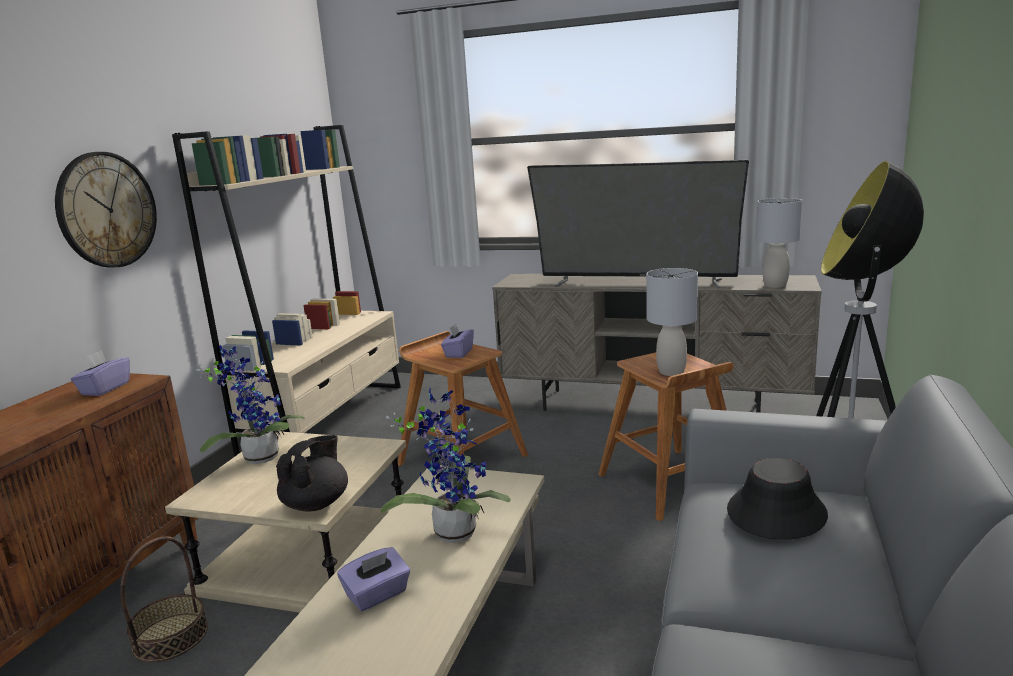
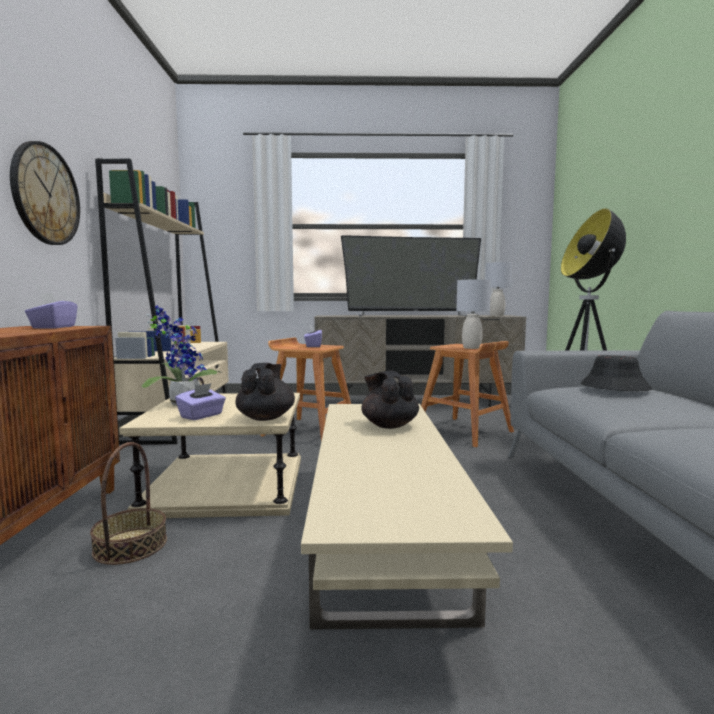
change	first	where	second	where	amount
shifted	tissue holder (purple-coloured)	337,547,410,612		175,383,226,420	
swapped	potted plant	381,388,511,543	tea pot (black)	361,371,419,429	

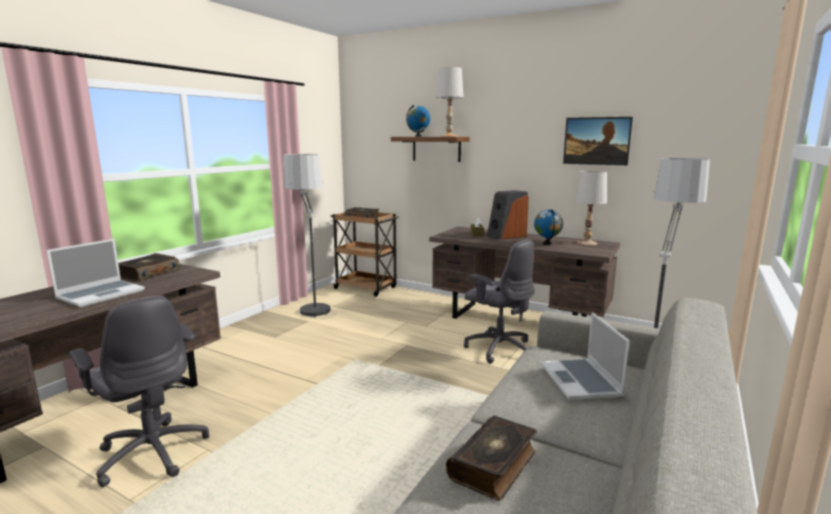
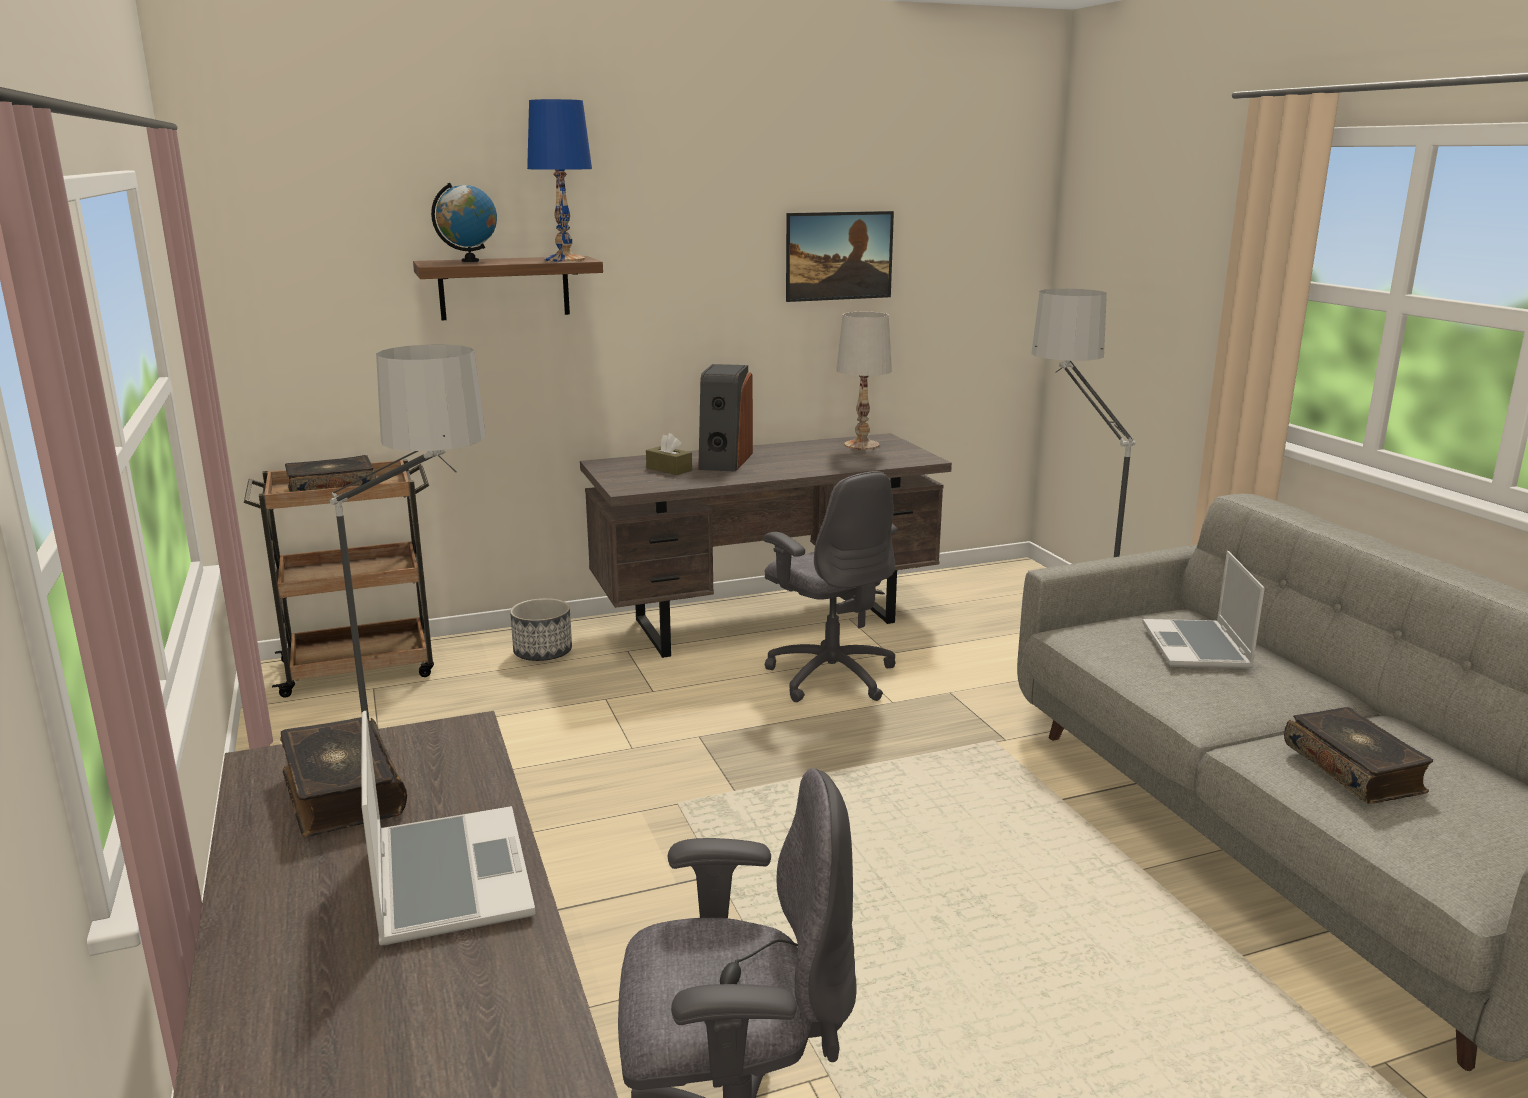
change	first	where	second	where	amount
repainted	table lamp (white-coloured)	436,67,464,137	table lamp (blue)	527,99,592,262	
rotated	computer chair (gray)	464,239,535,364		764,471,897,702	60 degrees clockwise
gone	world globe	534,210,563,245			
rotated	notebook computer	540,313,630,400		1142,551,1265,669	60 degrees clockwise
new			planter	510,598,572,661	

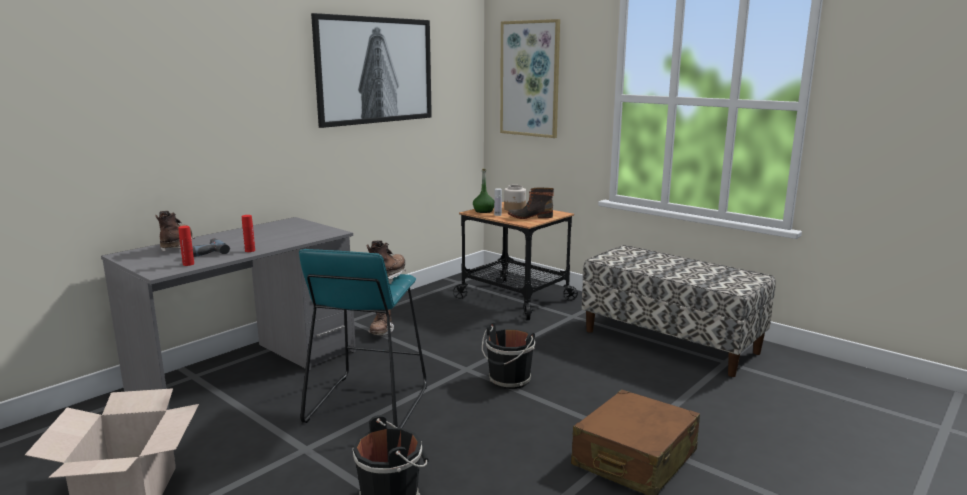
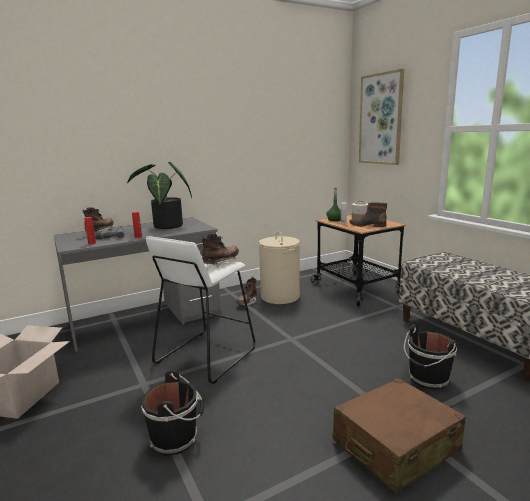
change	first	where	second	where	amount
repainted	sitting stool (blue-green)	299,249,427,428	sitting stool (white-coloured)	146,236,255,384	
gone	picture	311,13,432,128			
shifted	bucket (black)	482,322,535,389		404,324,458,389	
new			potted plant	127,162,192,229	
new			washing basket (sand-coloured)	259,232,300,304	

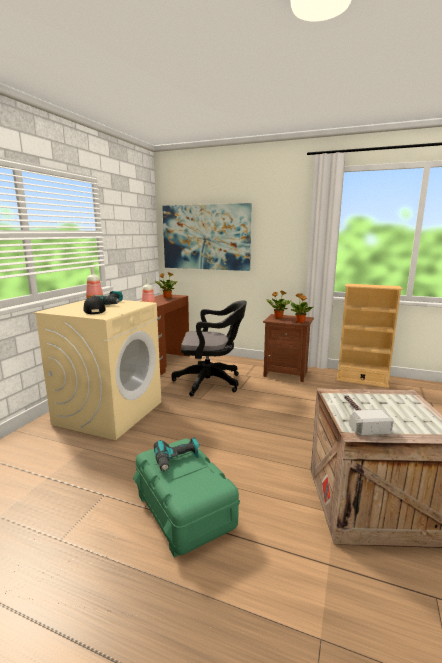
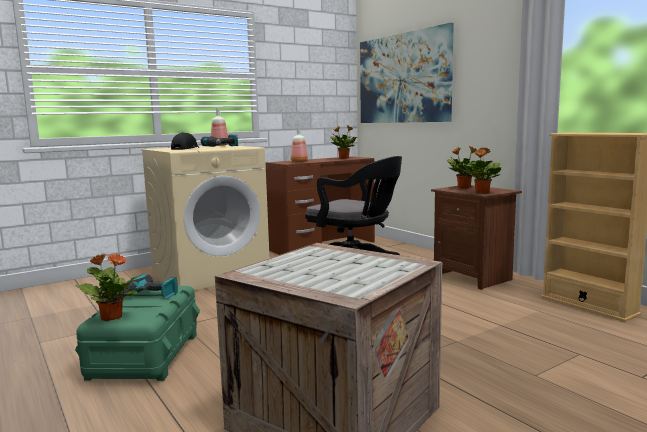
change	first	where	second	where	amount
gone	hammer	344,394,394,436			
new			potted plant	75,253,138,321	

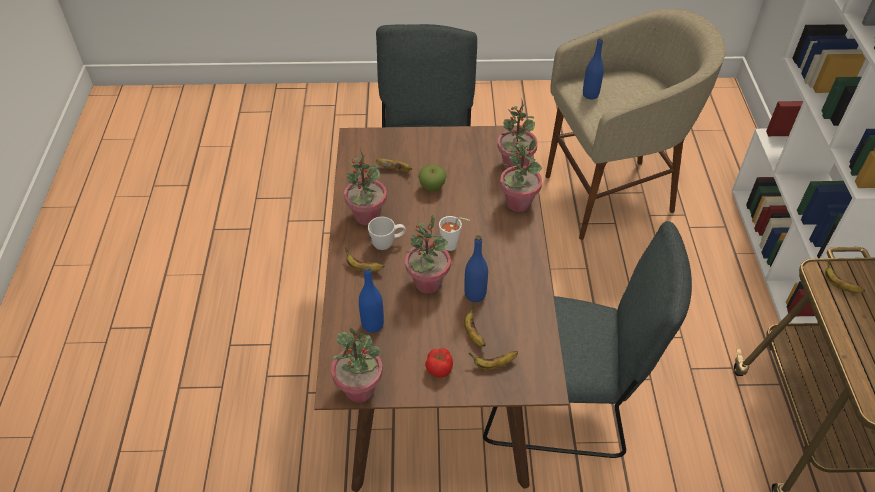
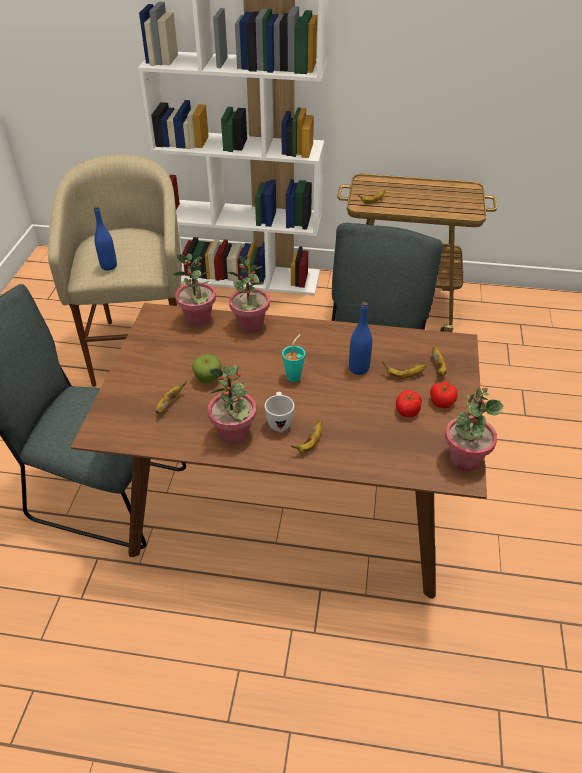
change	first	where	second	where	amount
gone	drink bottle (blue)	359,266,384,333			
gone	potted plant	405,215,451,293			
repainted	drinking cup (white-coloured)	439,216,470,251	drinking cup (blue-green)	282,334,305,382	
new			whole tomato	396,390,422,417	

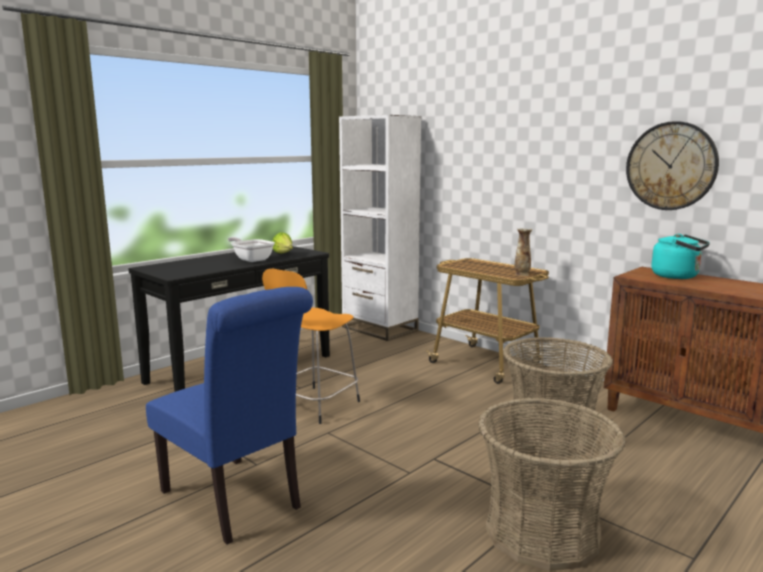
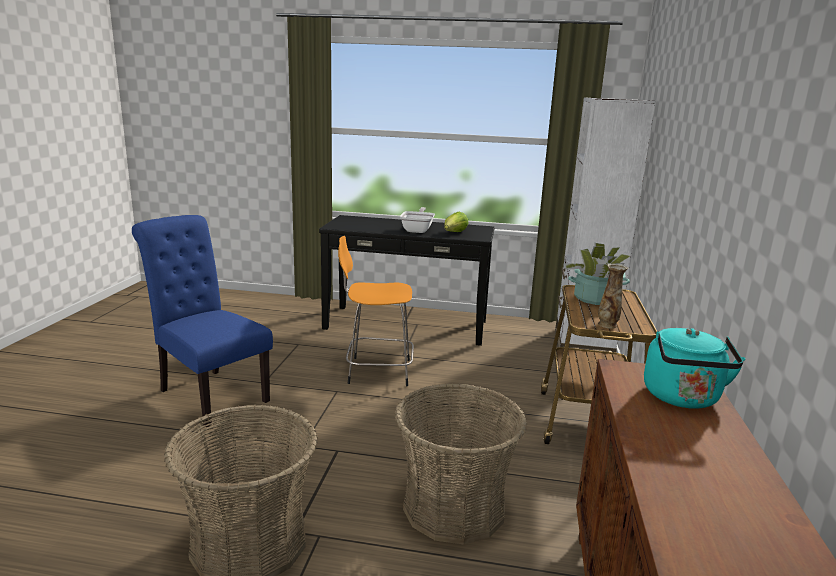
change	first	where	second	where	amount
rotated	plain chair (blue)	146,287,313,544		132,215,273,427	120 degrees clockwise
gone	wall clock	626,121,719,210			
new			potted plant	565,243,630,305	

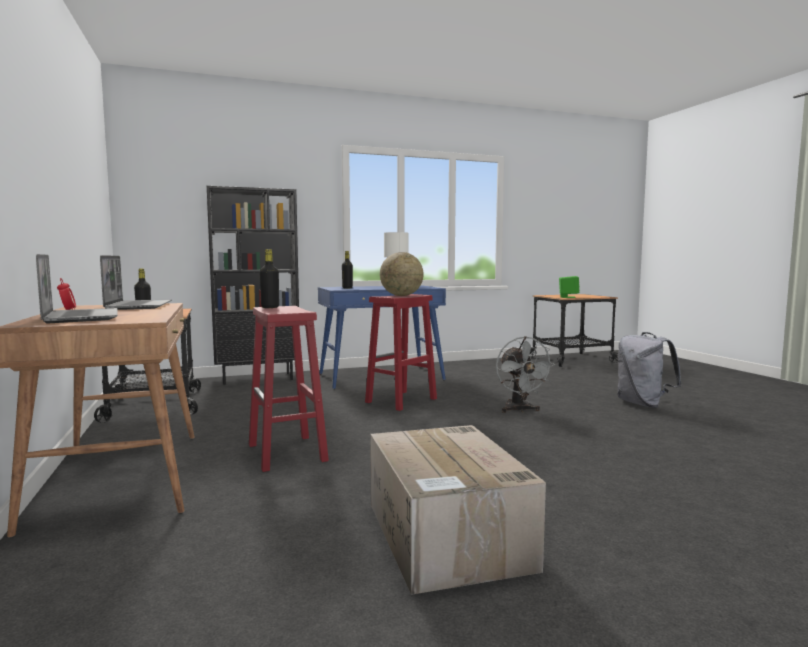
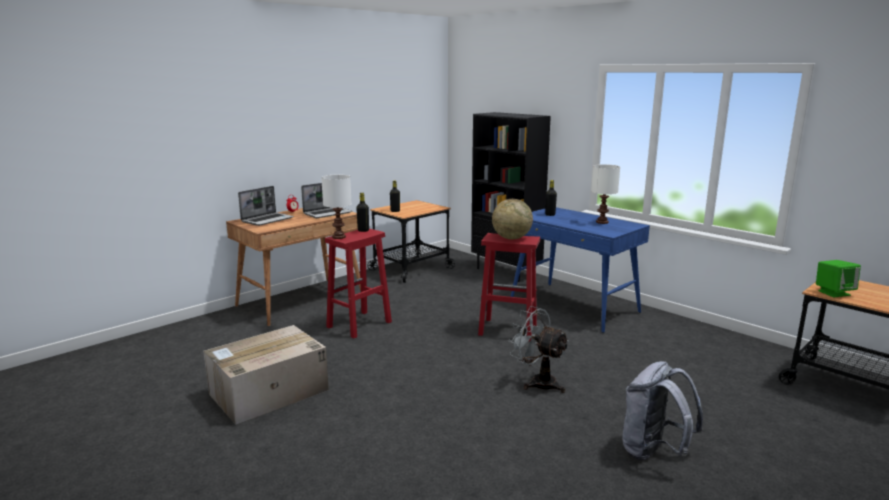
change	first	where	second	where	amount
rotated	electric fan (gray)	496,336,555,413		508,306,570,393	75 degrees clockwise
new			table lamp (white-coloured)	321,175,352,239	

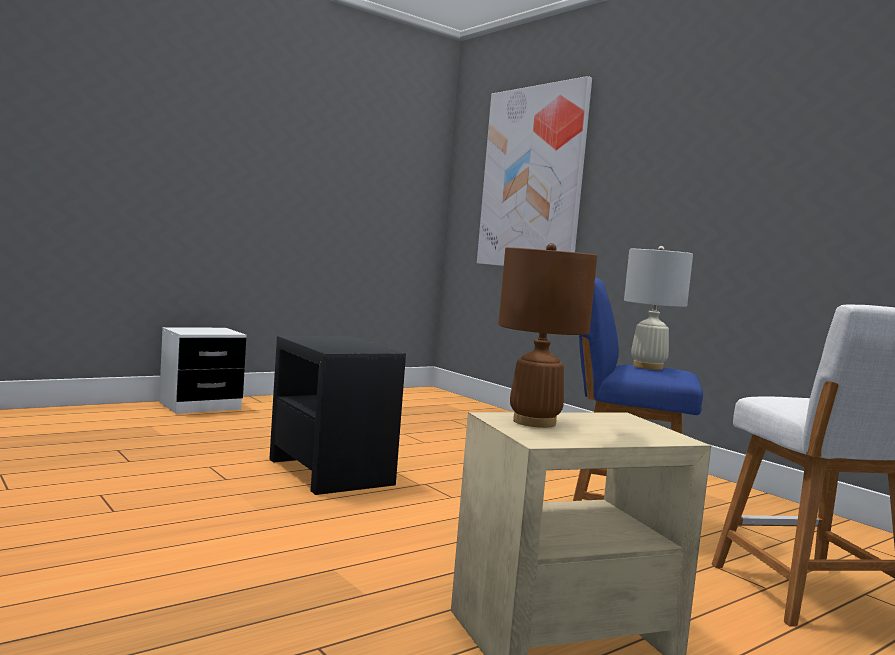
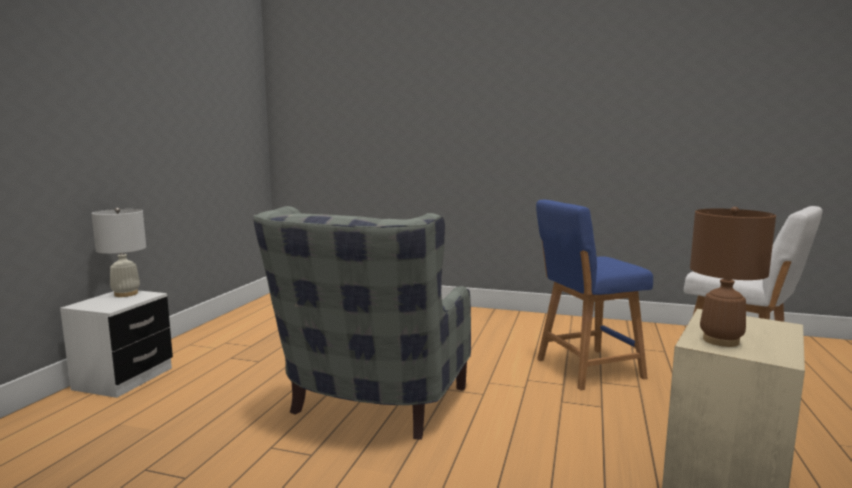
change	first	where	second	where	amount
swapped	side table (black)	269,336,406,495	armchair (gray)	253,206,471,440	
gone	picture	477,76,592,266			
shifted	table lamp (white-coloured)	624,246,693,370		91,208,146,297	

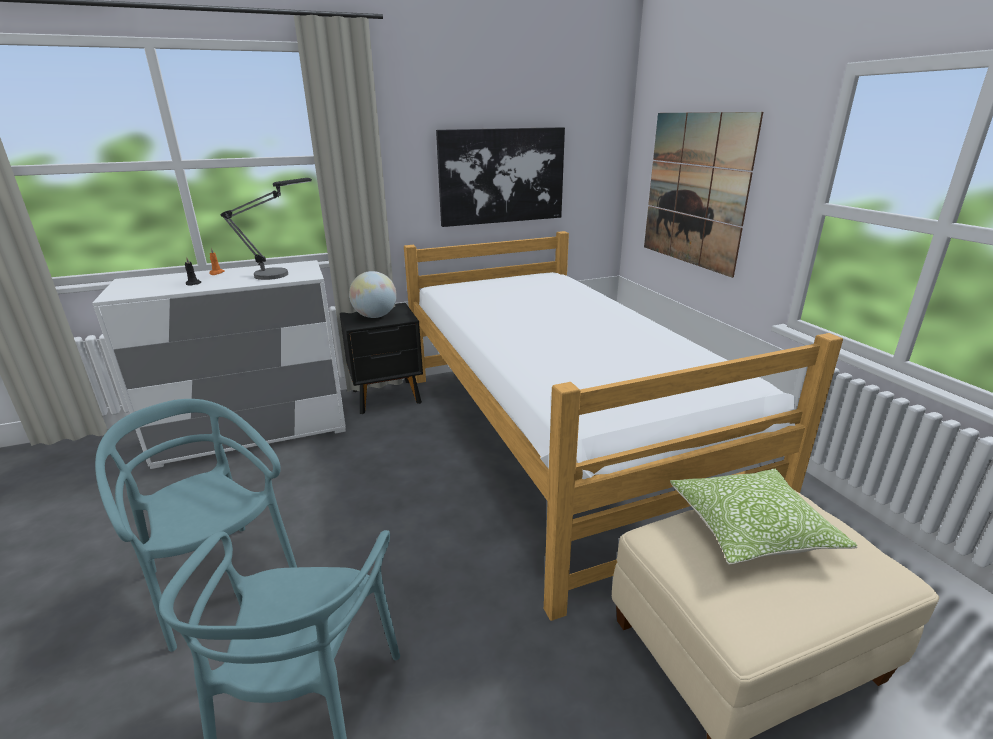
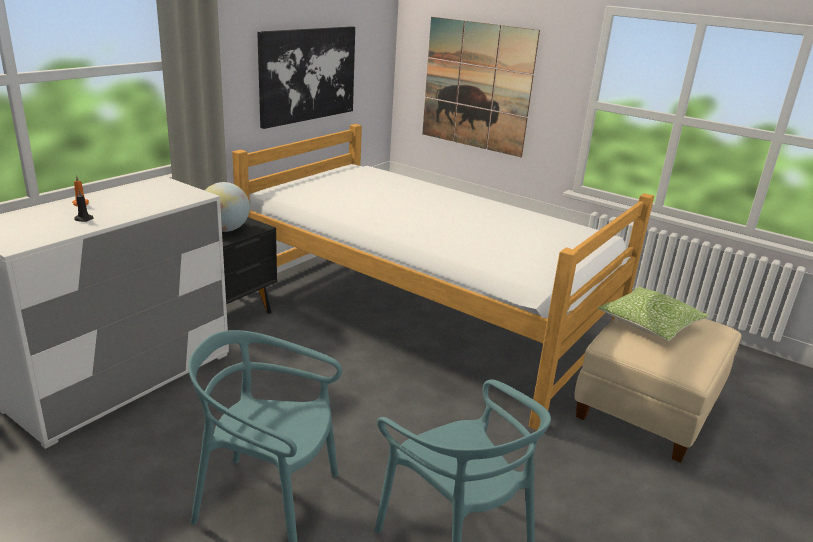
change	first	where	second	where	amount
gone	table lamp	220,178,312,280			

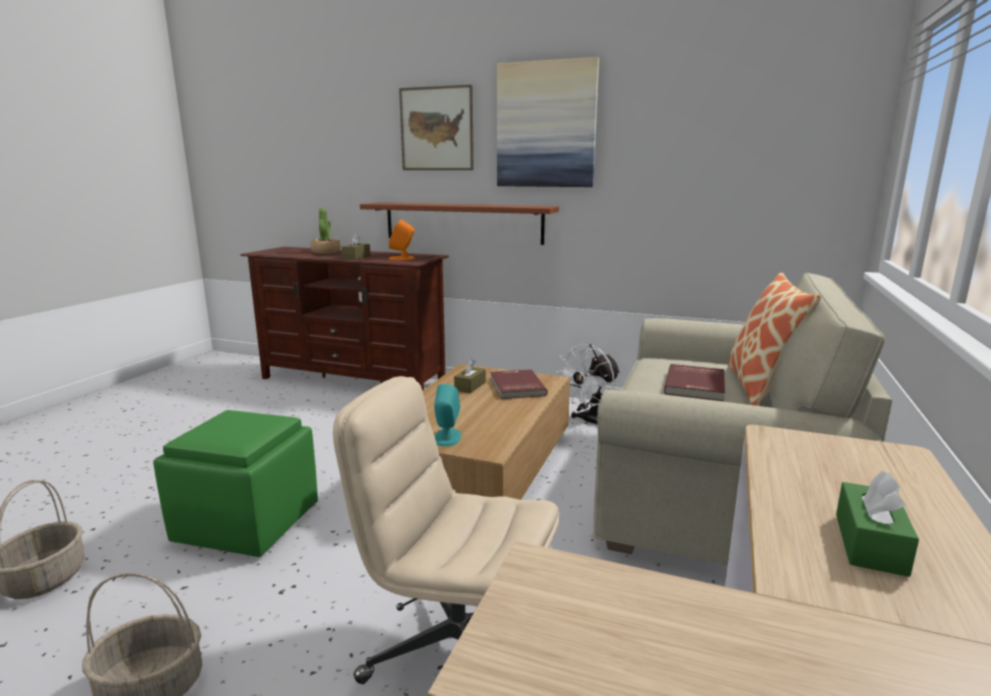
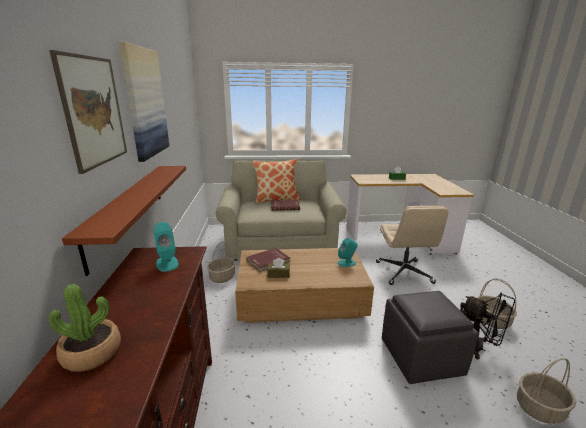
change	first	where	second	where	amount
repainted	pouffe (greenish)	153,410,318,557	pouffe (gray)	382,291,479,384	
gone	tissue holder (brown)	342,233,370,260			
repainted	audio speaker (orange-coloured)	389,219,415,260	audio speaker (blue-green)	154,222,179,272	
swapped	electric fan (white-coloured)	556,344,620,424	storage basket	207,242,235,283	
new			electric fan (black)	460,293,515,360	

